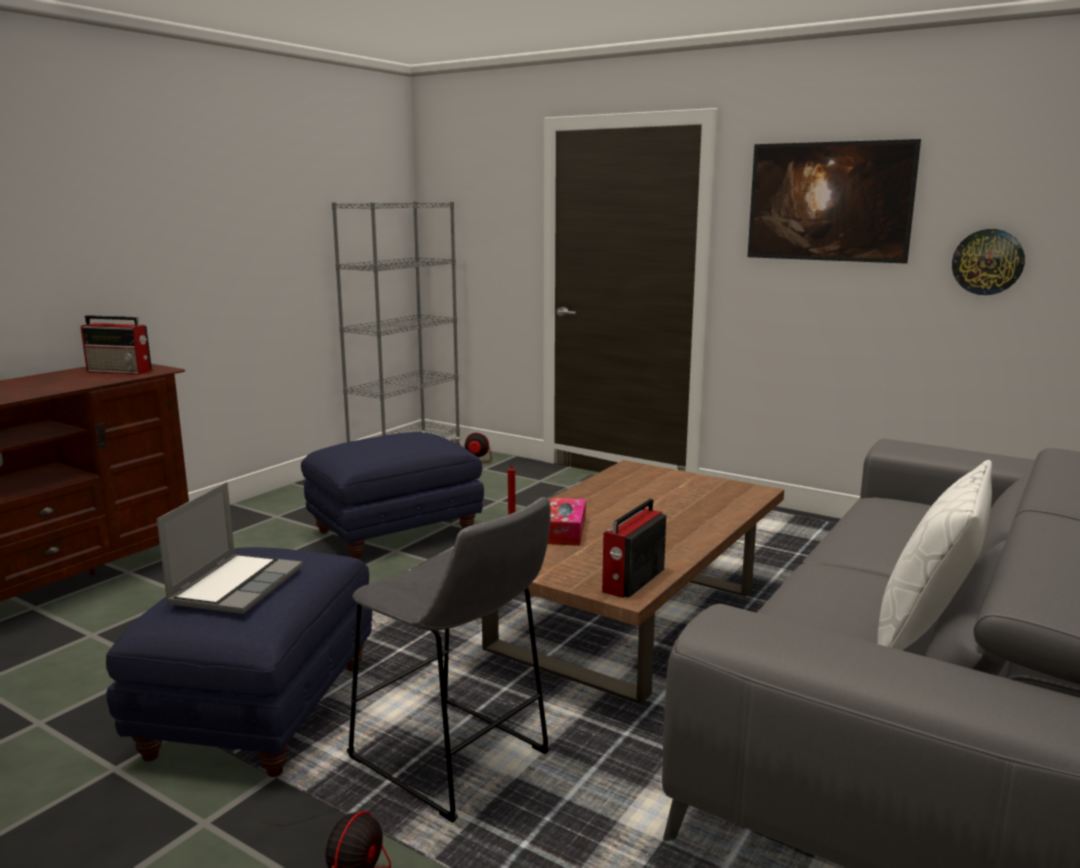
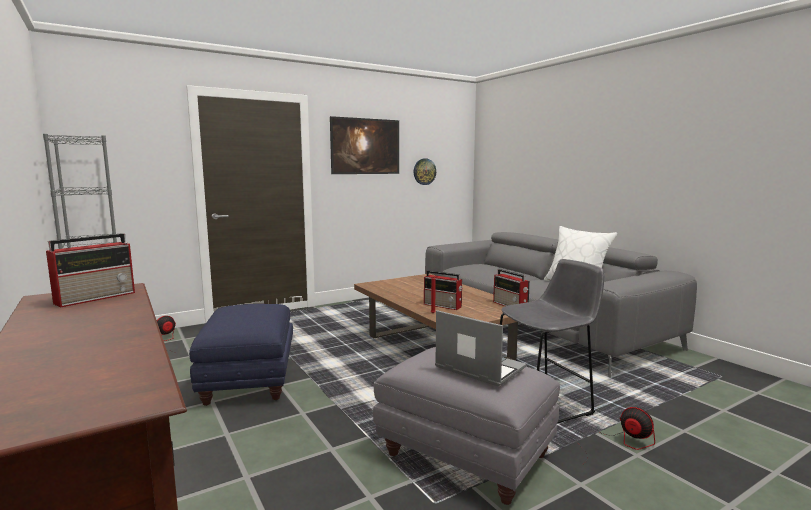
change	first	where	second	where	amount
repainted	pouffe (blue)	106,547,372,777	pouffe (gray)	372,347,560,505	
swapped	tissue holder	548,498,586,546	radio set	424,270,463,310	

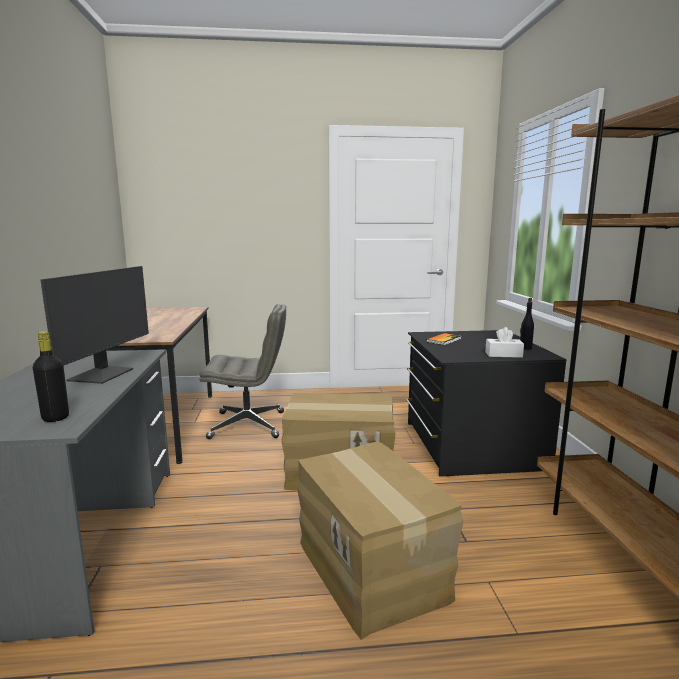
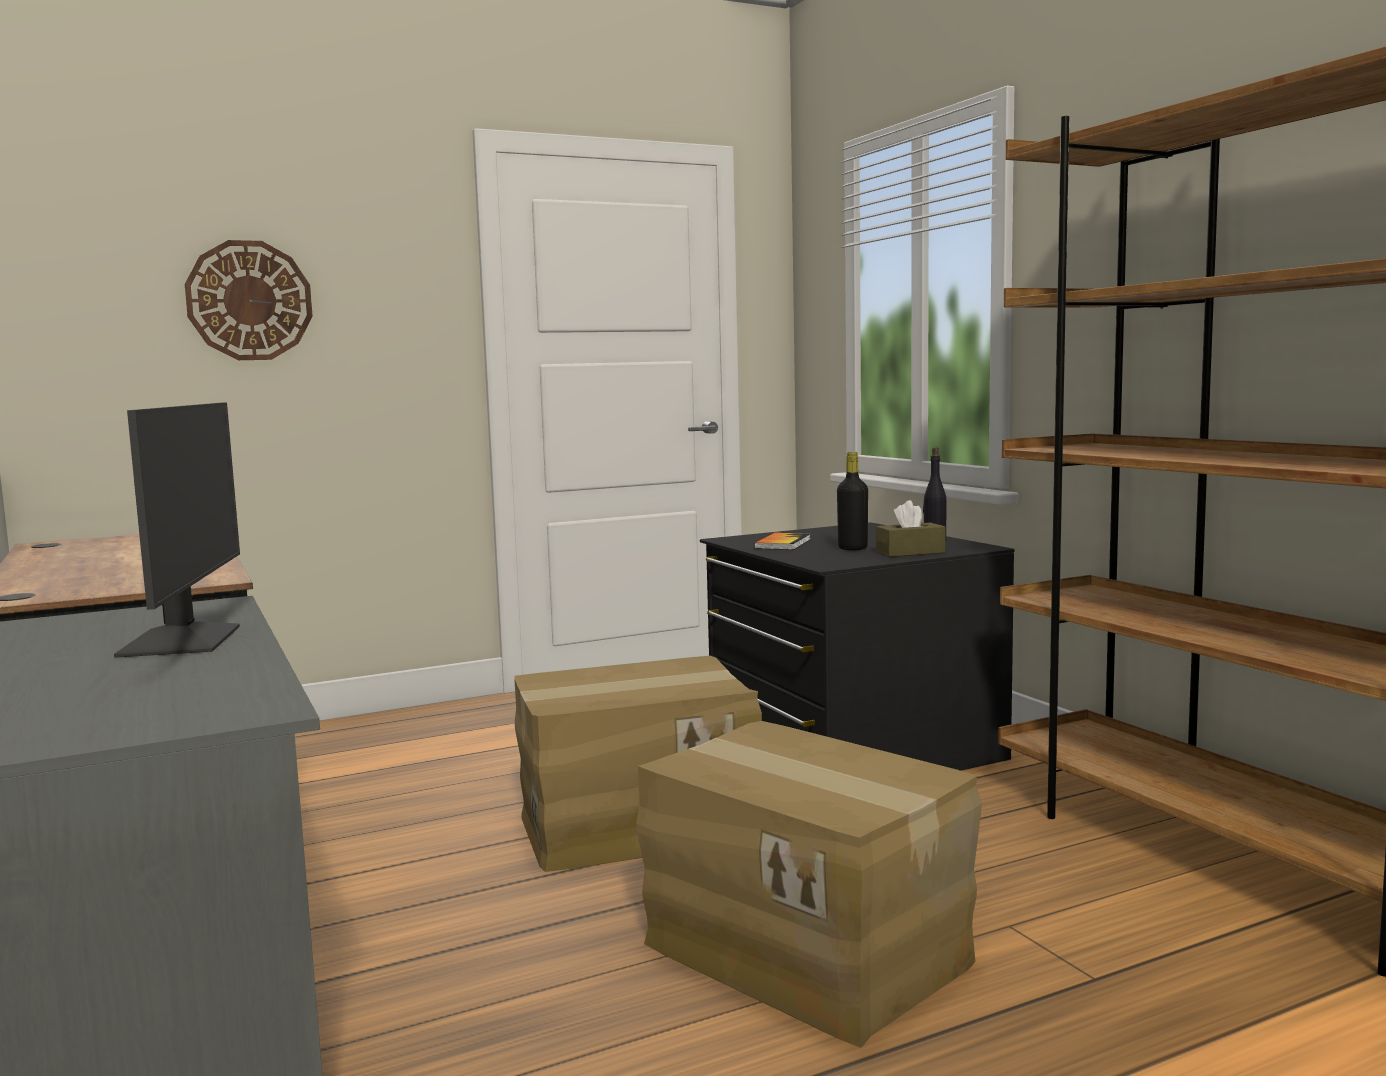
change	first	where	second	where	amount
shifted	drink bottle (black)	33,331,69,422		837,452,868,550	
gone	computer chair (gray)	199,304,286,439			
repainted	tissue holder (white-coloured)	485,327,524,358	tissue holder (brown)	876,500,945,557	
new			wall clock	185,240,313,360	

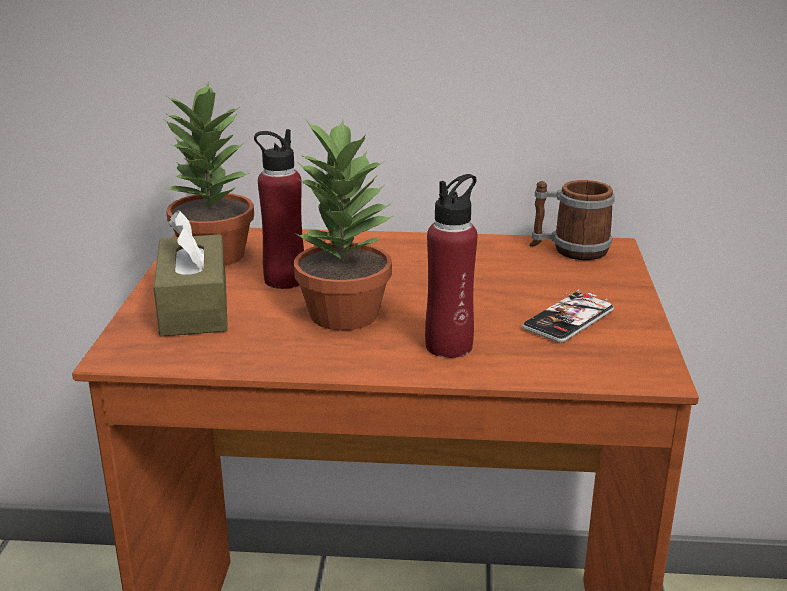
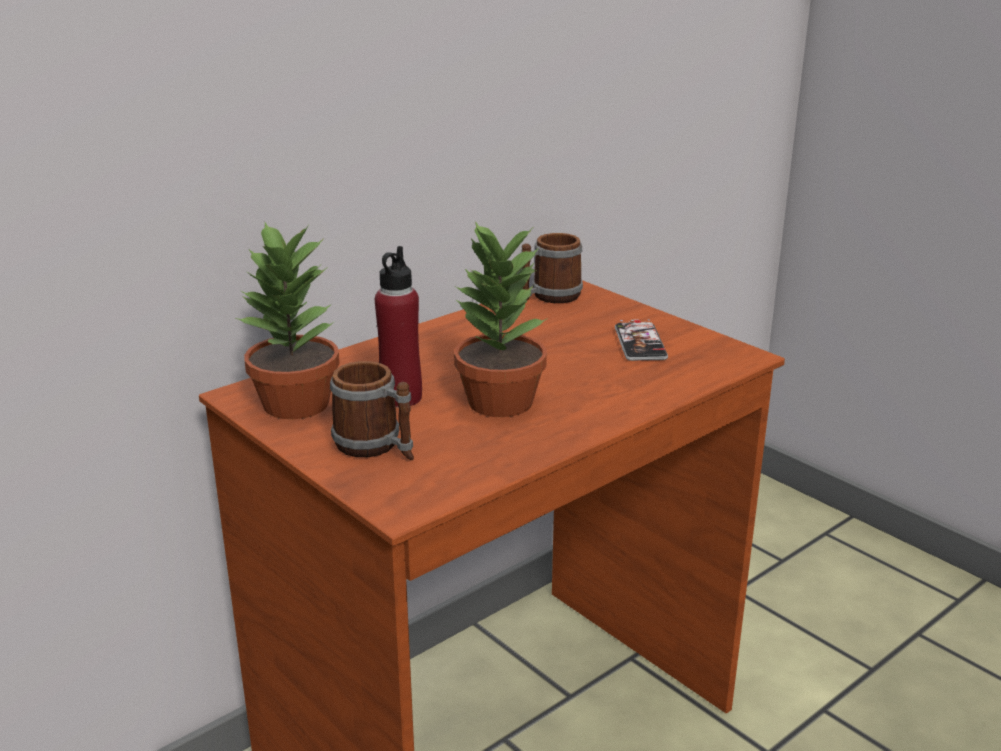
change	first	where	second	where	amount
swapped	tissue holder (brown)	153,210,228,337	tea mug	330,361,414,460	
gone	drink bottle (red-coloured)	425,174,477,358			

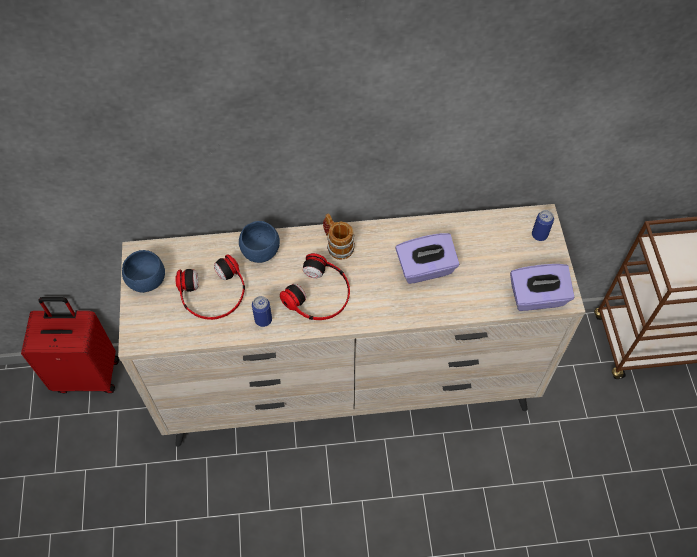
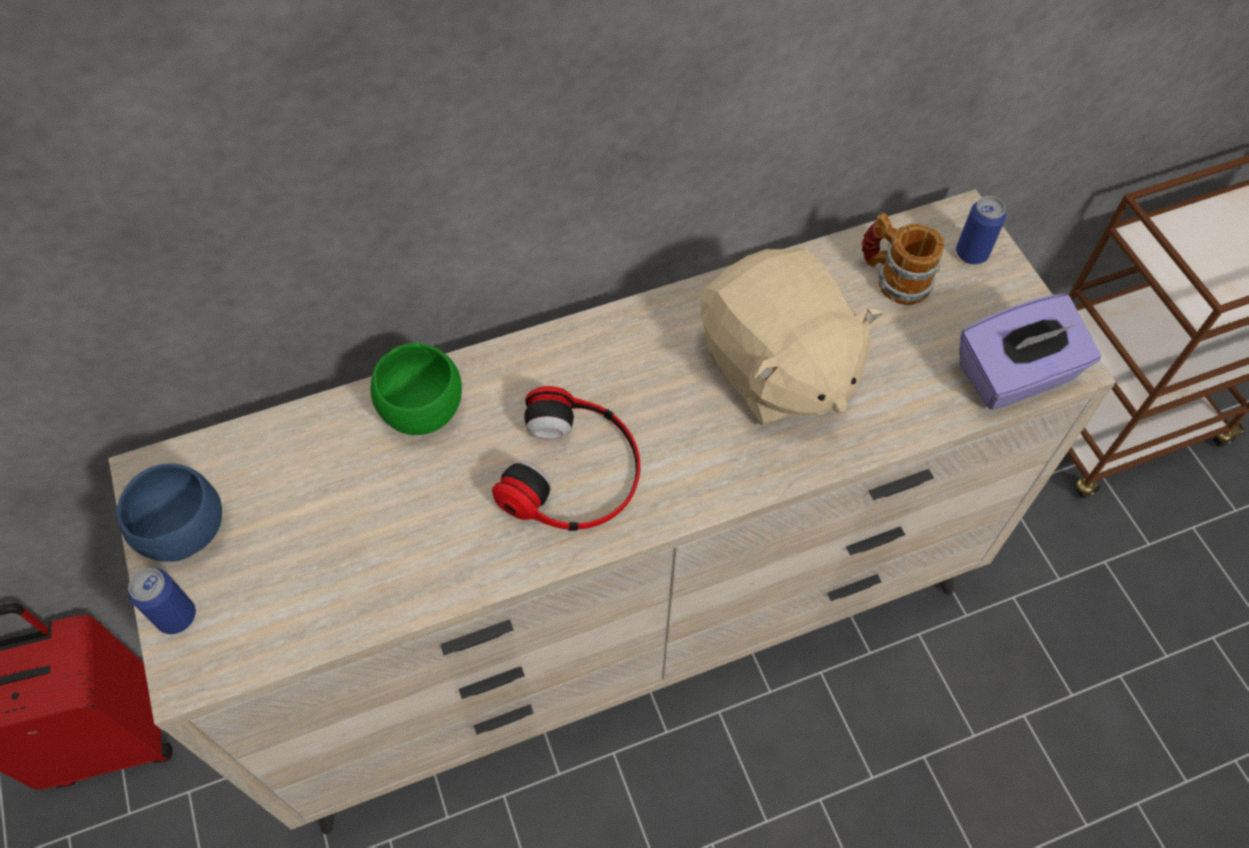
change	first	where	second	where	amount
gone	headset	175,254,245,320			
repainted	deep dish (blue)	239,221,280,263	deep dish (greenish)	371,343,462,435	
shifted	can	252,296,272,327		128,568,196,634	
shifted	tea mug	323,213,355,260		862,213,945,305	
swapped	tissue holder (purple-coloured)	395,233,459,284	plush toy (sand-coloured)	700,248,883,425	

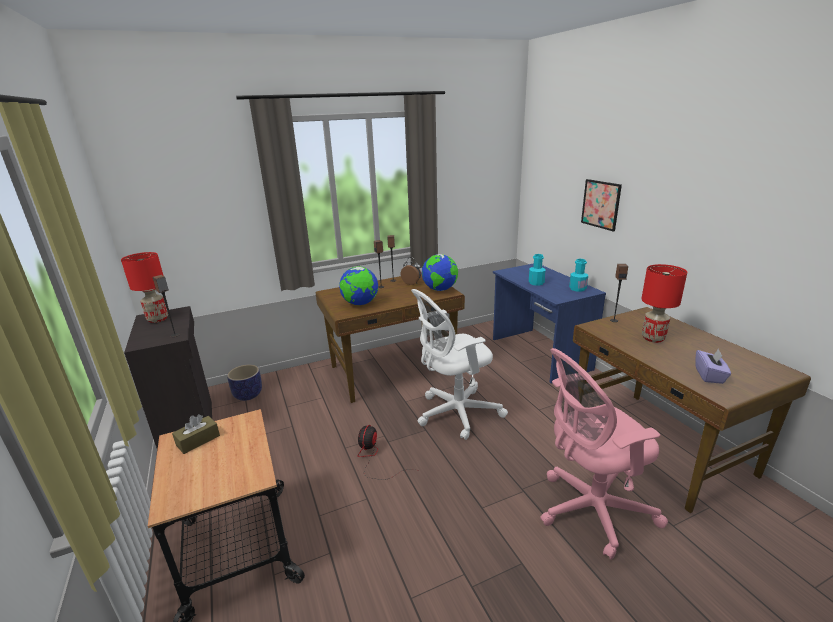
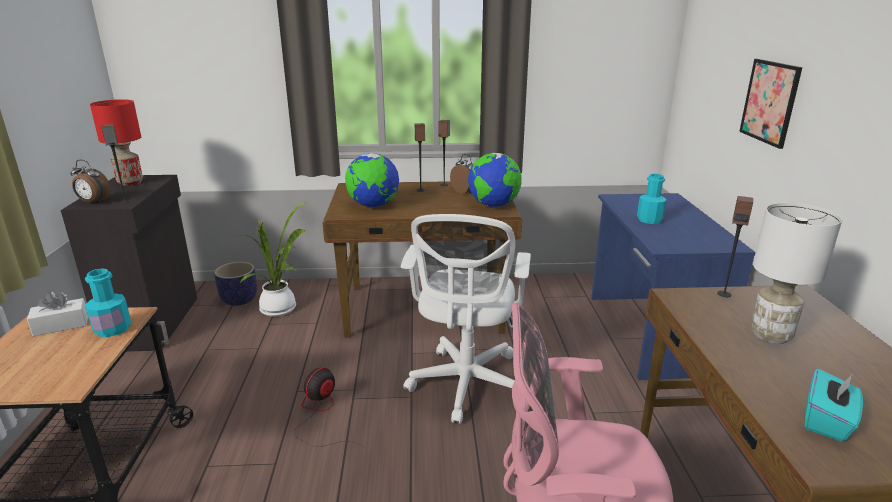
change	first	where	second	where	amount
repainted	tissue holder (brown)	172,414,220,454	tissue holder (white-coloured)	27,291,88,337	
rotated	computer chair (white-coloured)	411,289,508,440		401,214,531,424	75 degrees counterclockwise
shifted	drink bottle (blue-green)	569,259,588,292		85,268,131,337	
repainted	table lamp (red-coloured)	641,264,687,343	table lamp (white-coloured)	750,203,842,344	
repainted	tissue holder (purple-coloured)	695,349,731,384	tissue holder (blue-green)	805,369,863,442	
new			table clock	70,160,111,203	
new			potted plant	239,202,307,317	

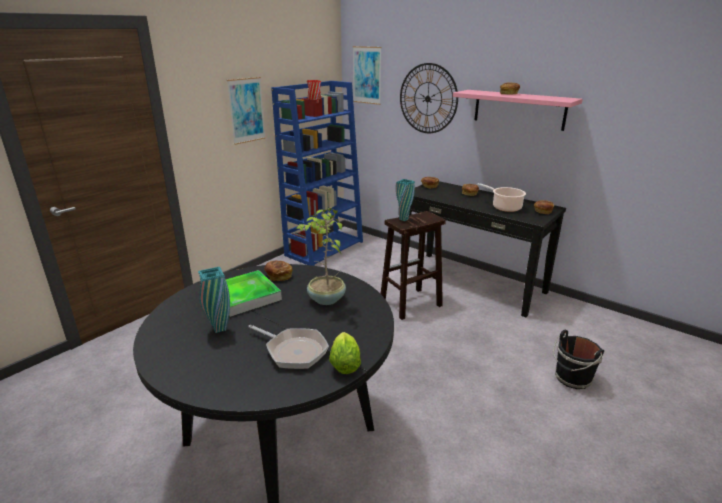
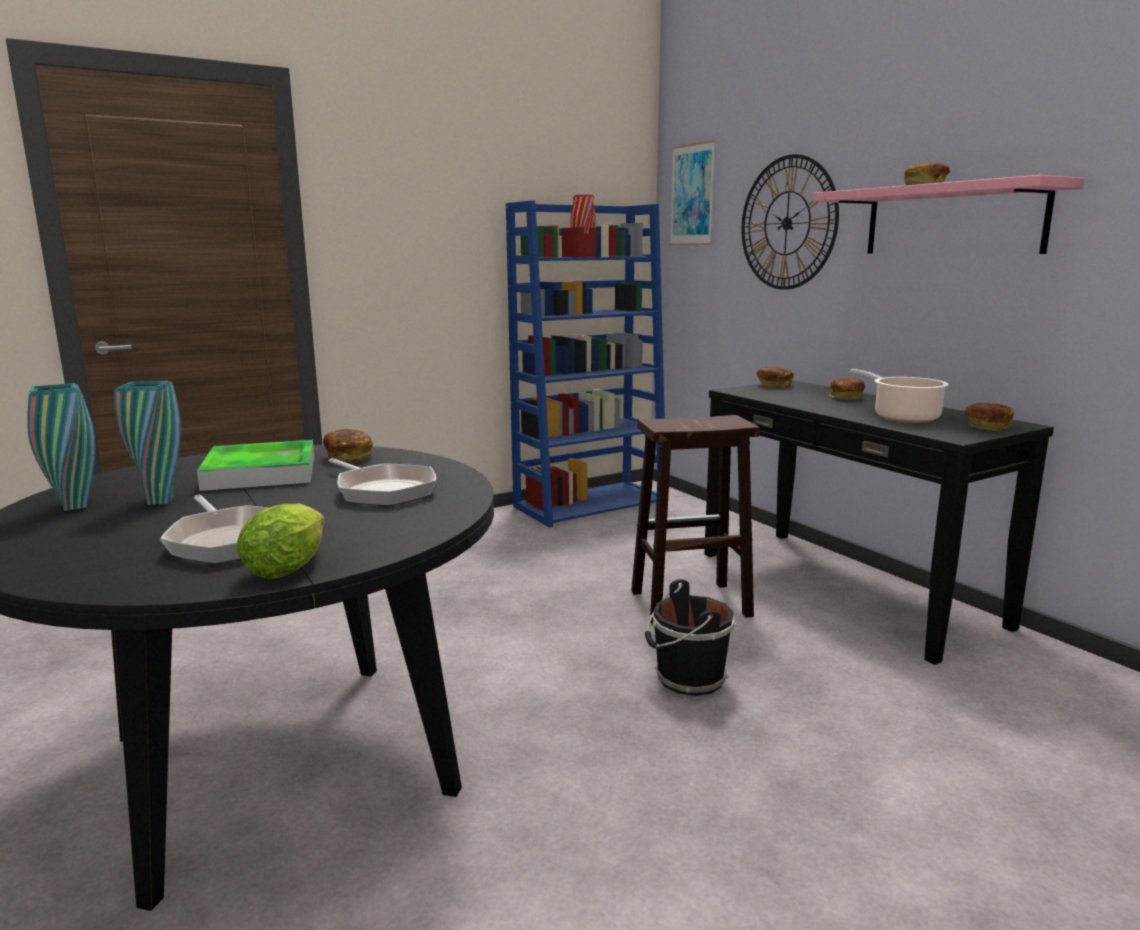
change	first	where	second	where	amount
gone	picture	227,77,266,145			
swapped	potted plant	295,207,346,305	pan	329,458,436,506	
shifted	decorative vase (blue-green)	396,179,415,221		27,383,95,511	
shifted	bucket (black)	553,329,604,389		645,579,737,696	

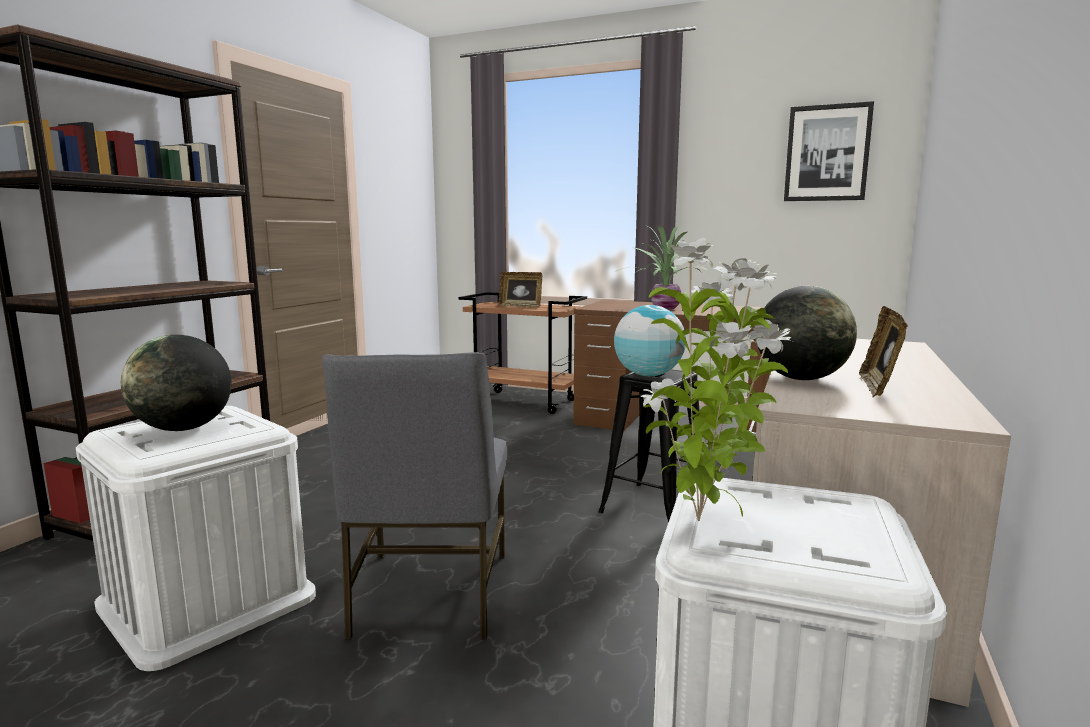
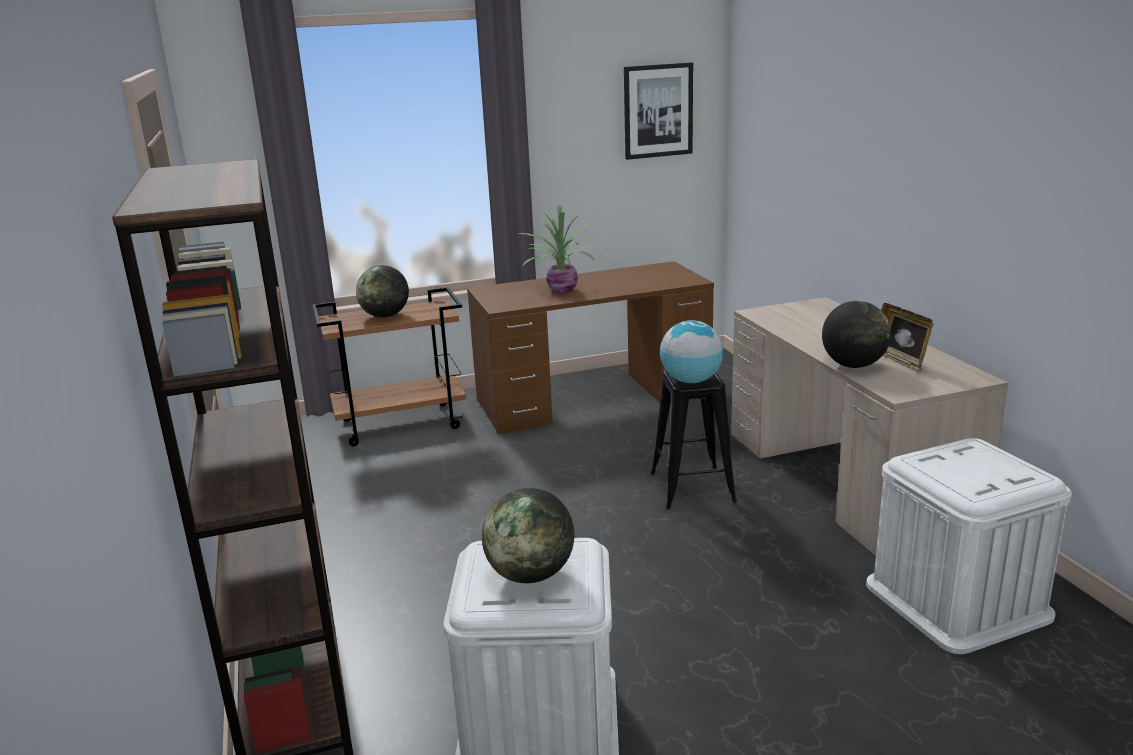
change	first	where	second	where	amount
gone	plain chair (gray)	322,352,507,640			
swapped	picture frame	498,272,542,307	world globe	356,265,409,318	
gone	potted plant	641,238,792,521			

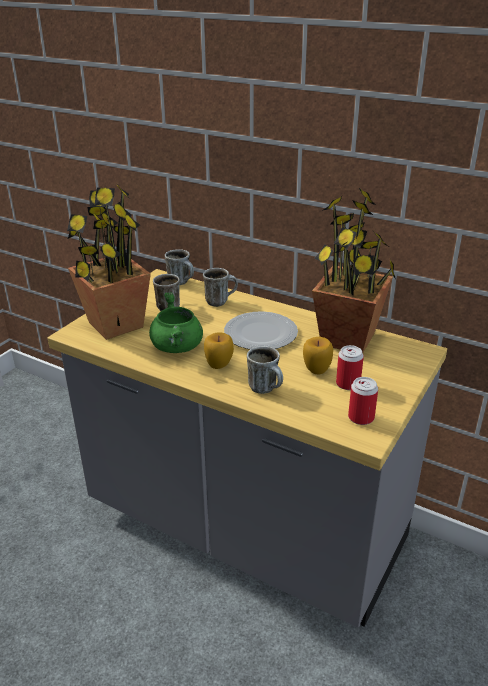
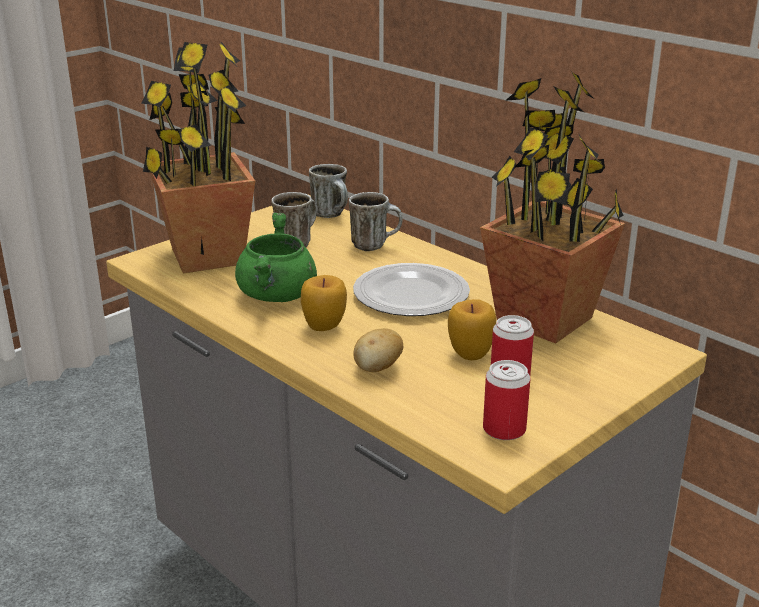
change	first	where	second	where	amount
swapped	tea mug	247,346,283,394	whole potato	353,328,403,372	

